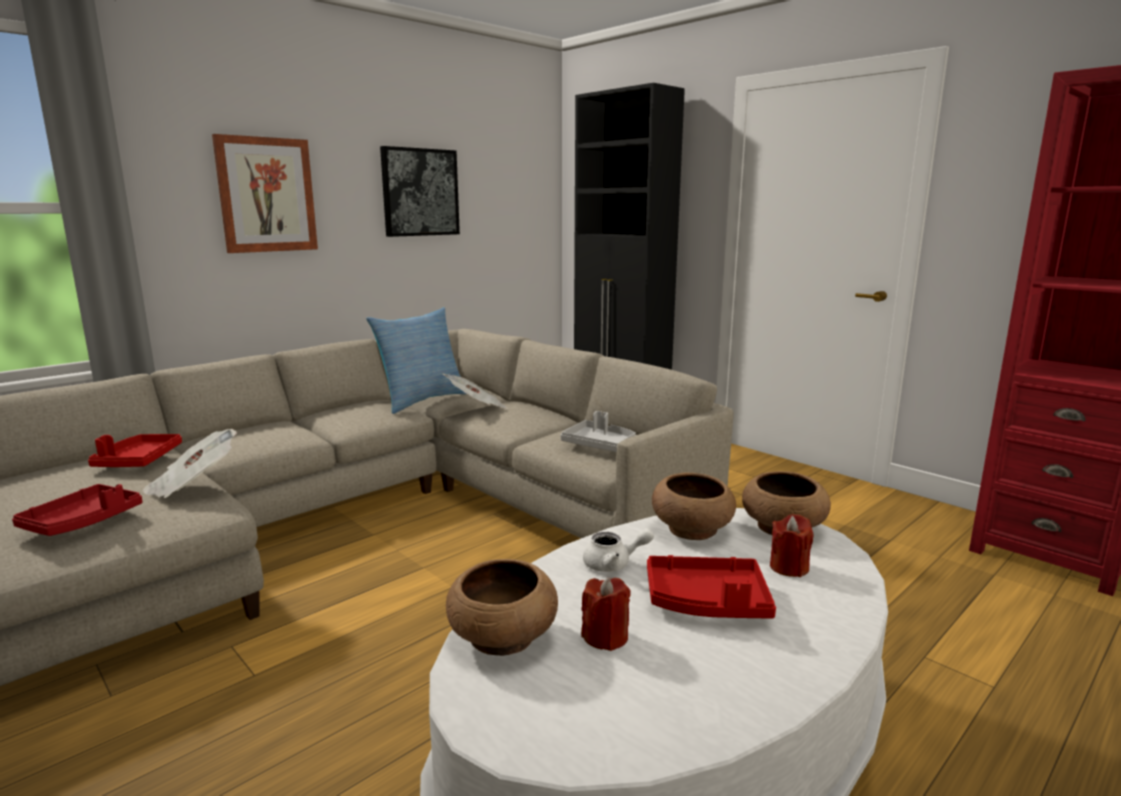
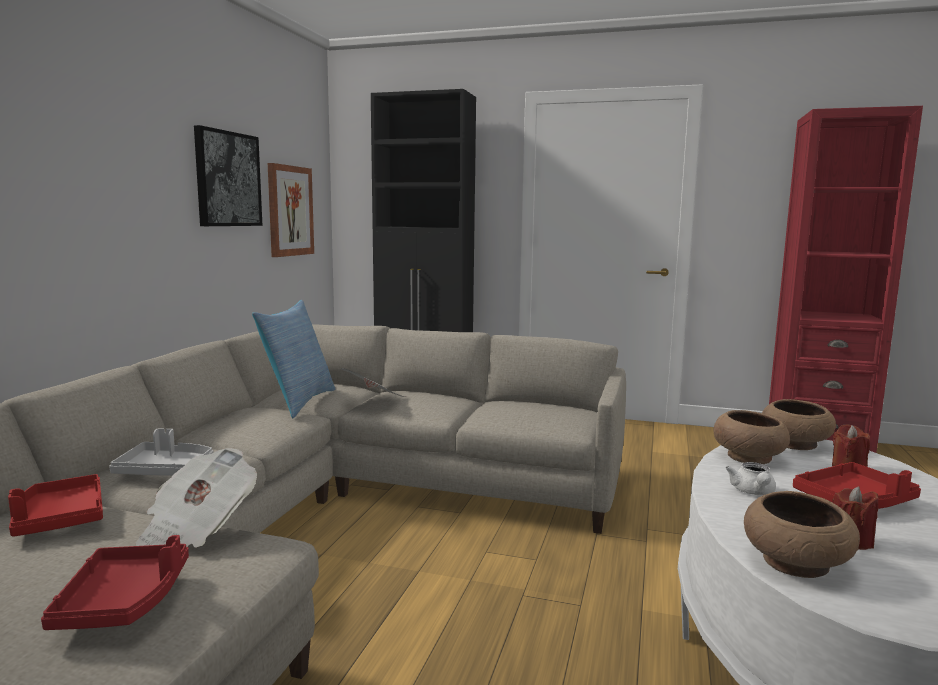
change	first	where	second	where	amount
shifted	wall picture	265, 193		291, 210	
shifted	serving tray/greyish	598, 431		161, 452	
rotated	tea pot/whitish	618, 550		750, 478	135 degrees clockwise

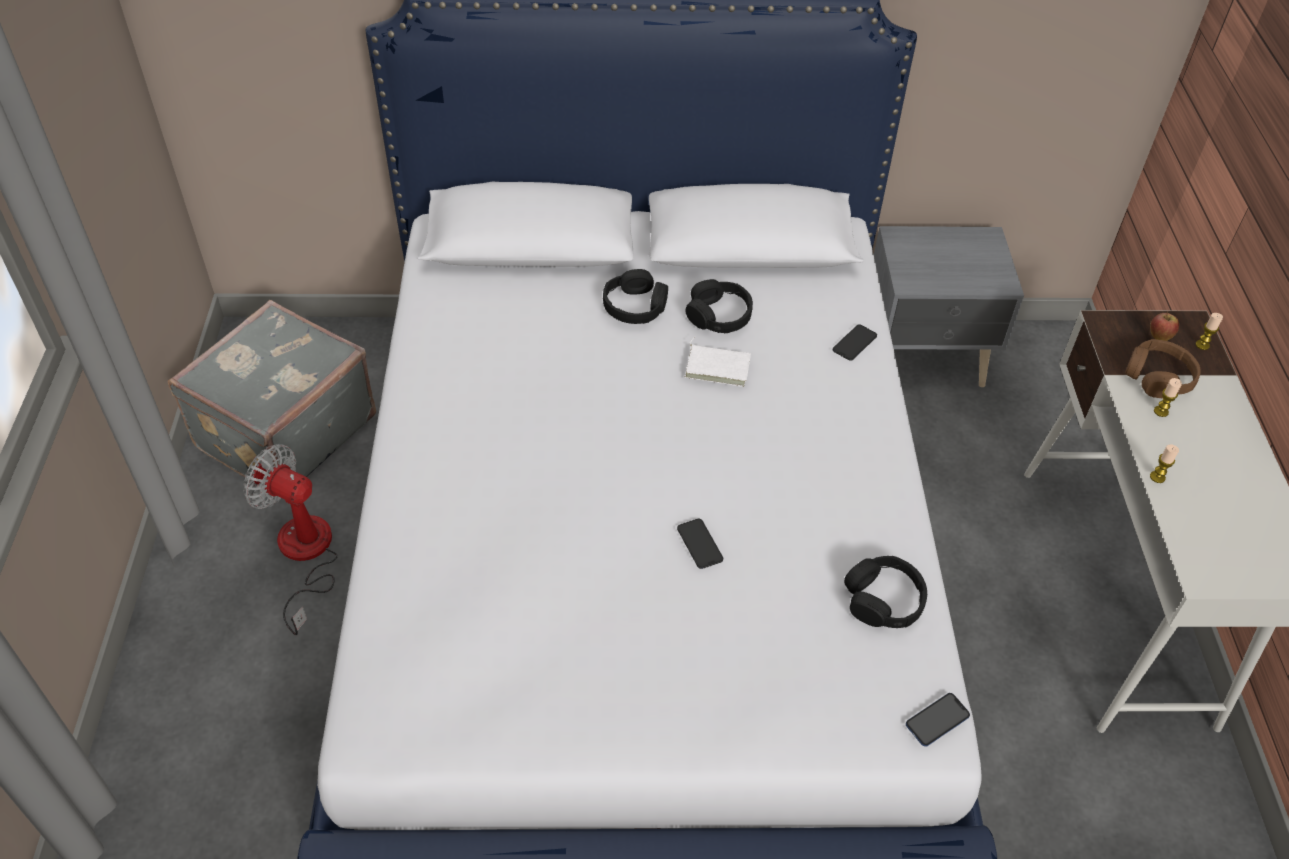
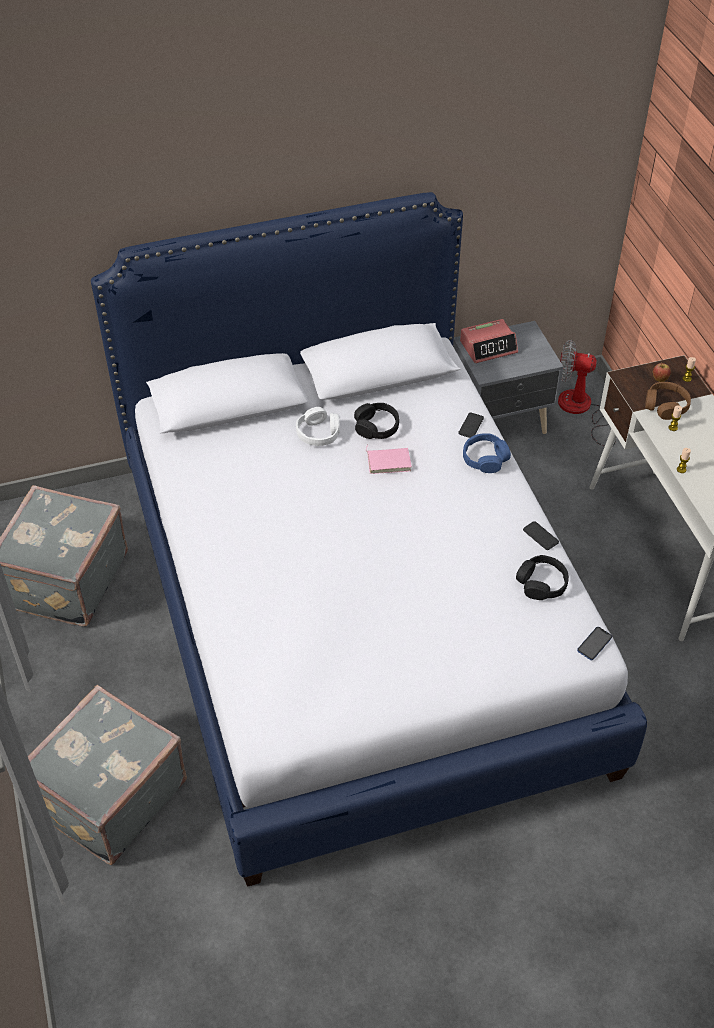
change	first	where	second	where	amount
new			piece of luggage/greyish	107, 775	
new			alarm clock	489, 341	
new			headset/blue-coloured	487, 453	
shifted	fan	290, 539		587, 393	
shifted	phone	700, 543		541, 535	
repainted	headset/blackish	635, 296	headset/whitish	318, 426	
repainted	bound book/whitish	717, 361	bound book/pinkish	389, 459	

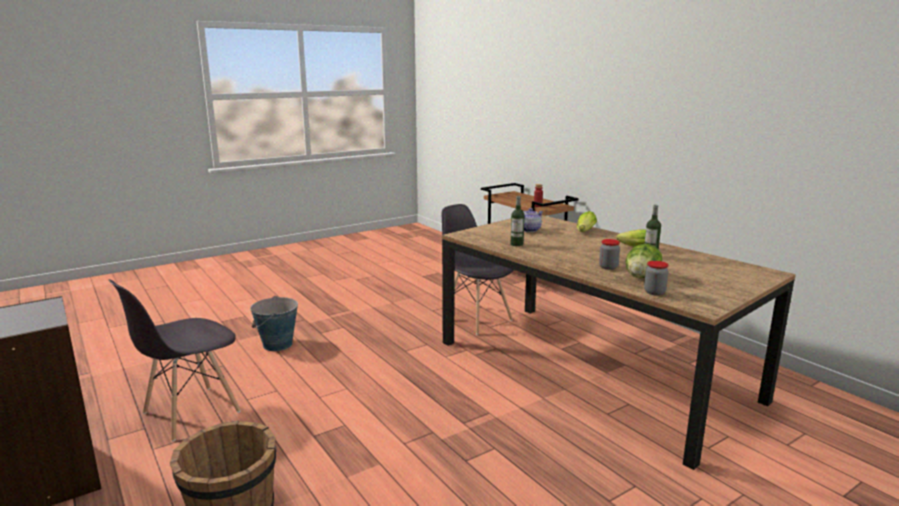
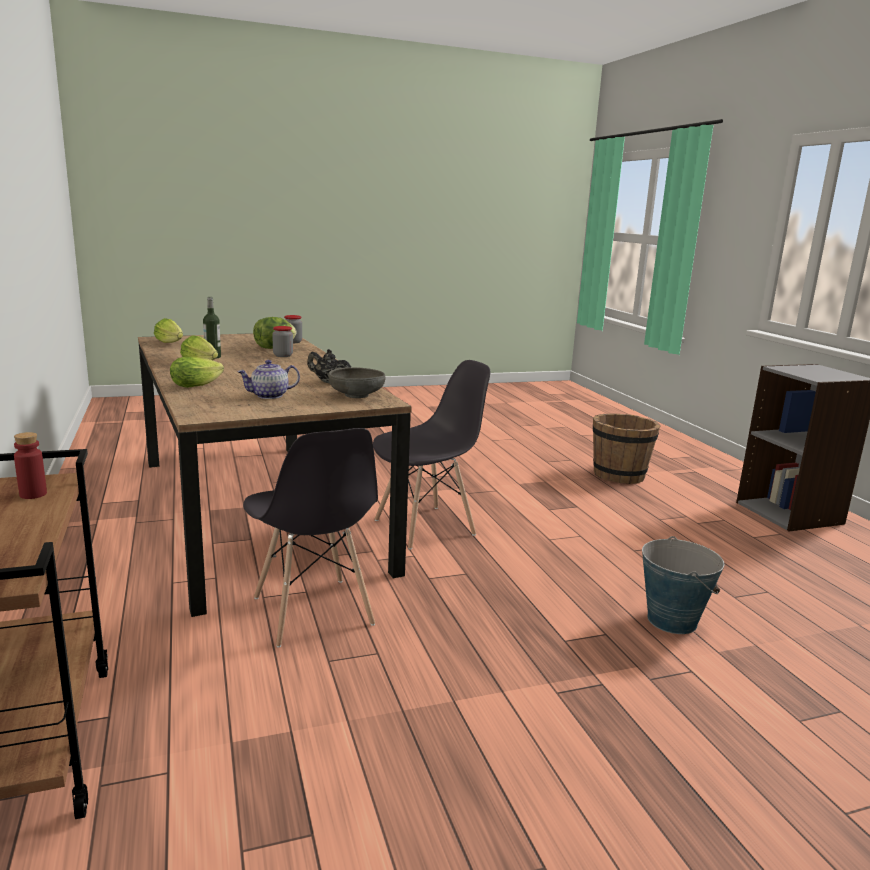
change	first	where	second	where	amount
new			head of lettuce	168, 330	
new			bowl/greyish	356, 382	
shifted	plain chair/greyish	175, 360		431, 455	
swapped	beverage bottle	518, 221	tea pot/blackish	329, 366	

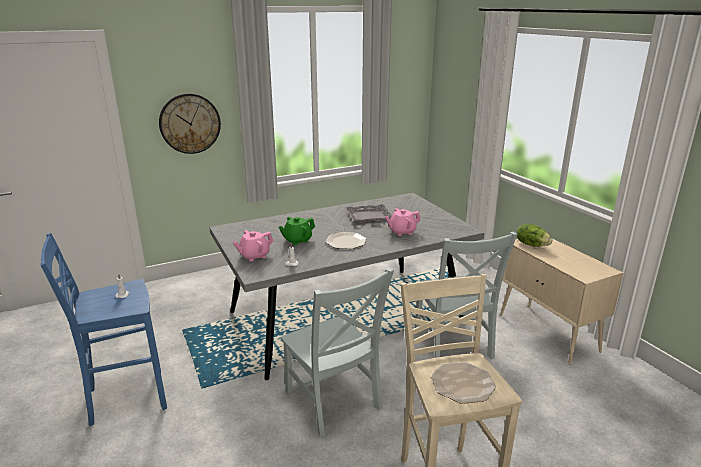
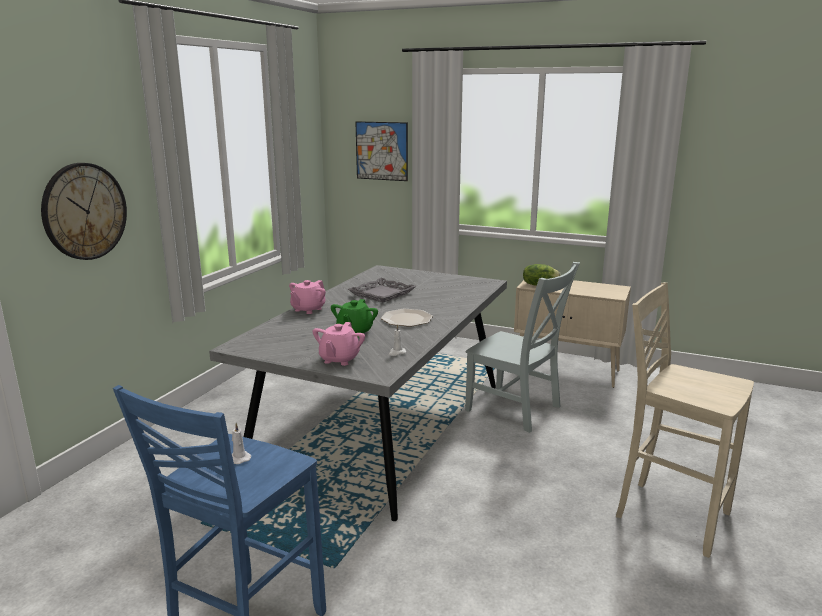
change	first	where	second	where	amount
gone	plain chair/greyish	337, 352			
gone	dinner plate	463, 383			
new			wall picture	381, 151	
shifted	tea pot/pinkish	403, 222		307, 297	

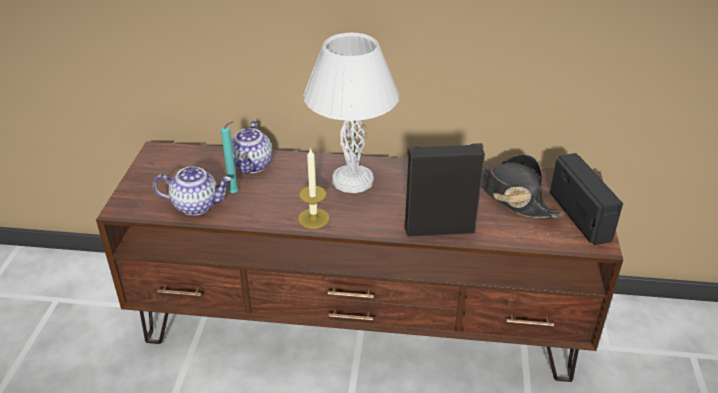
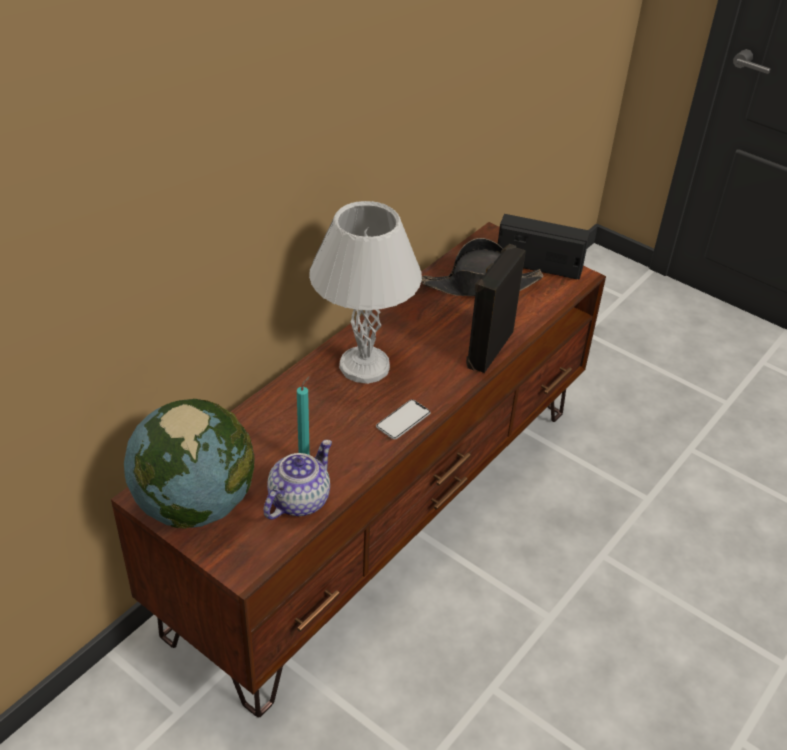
change	first	where	second	where	amount
gone	tea pot	252, 147			
new			globe	189, 463	
swapped	wax candle	313, 188	phone	403, 420	

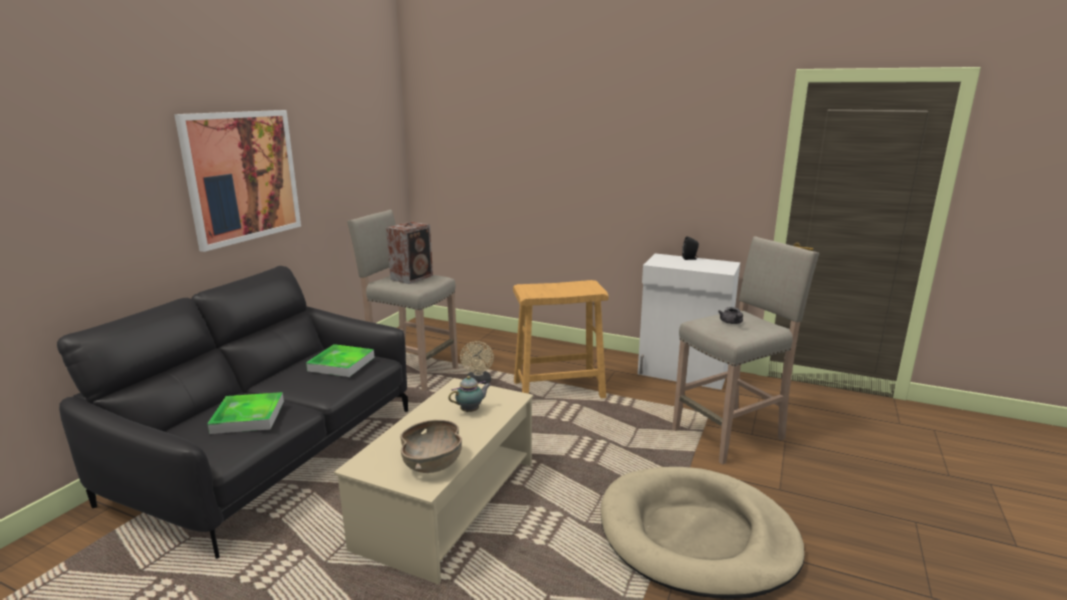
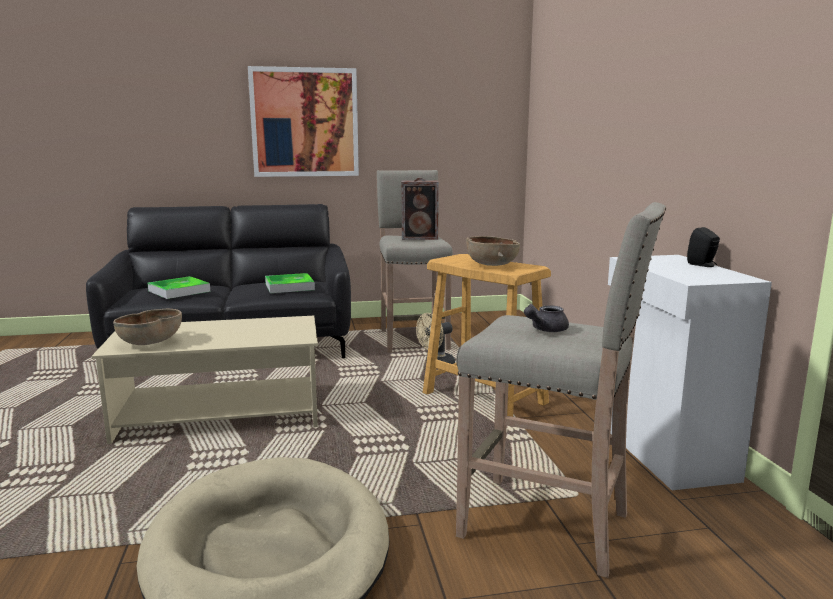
change	first	where	second	where	amount
gone	tea pot	469, 394			
new			bowl/brown-coloured	493, 251	

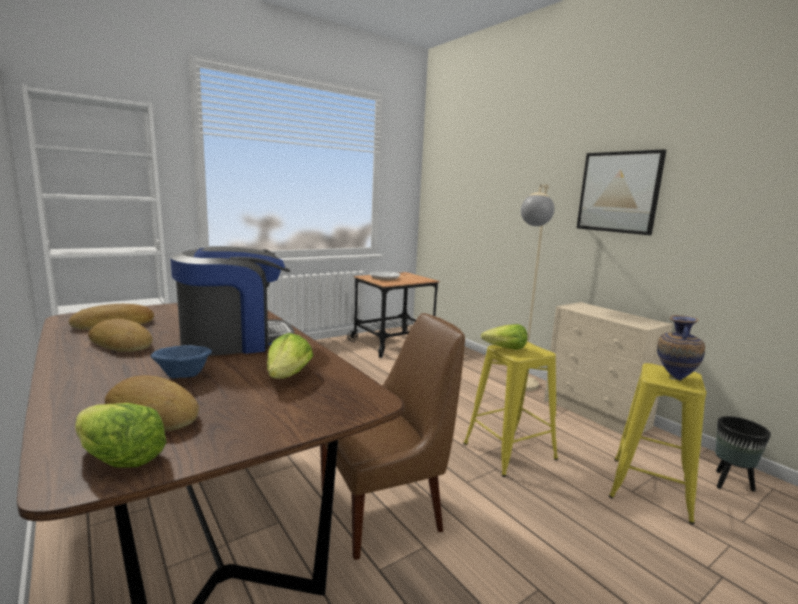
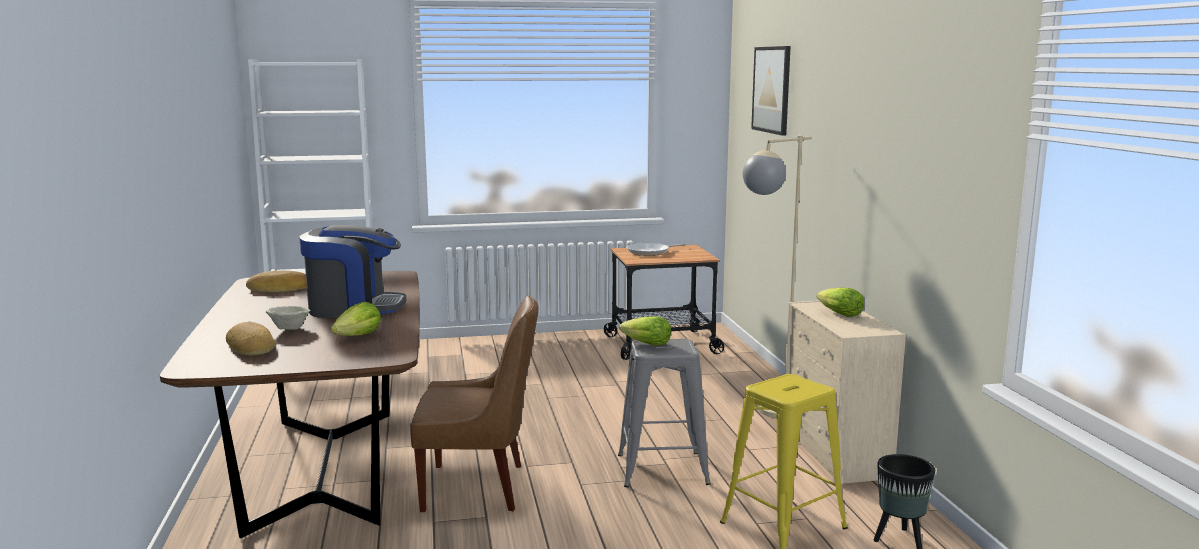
change	first	where	second	where	amount
gone	bread	120, 335			
gone	decorative vase	681, 348			
shifted	head of lettuce	121, 435		840, 302	
shifted	wall picture	621, 192		771, 90	
repainted	bowl/blue-coloured	181, 361	bowl/beige-coloured	288, 318	
repainted	sitting stool/yellowish	510, 409	sitting stool/greyish	664, 413	

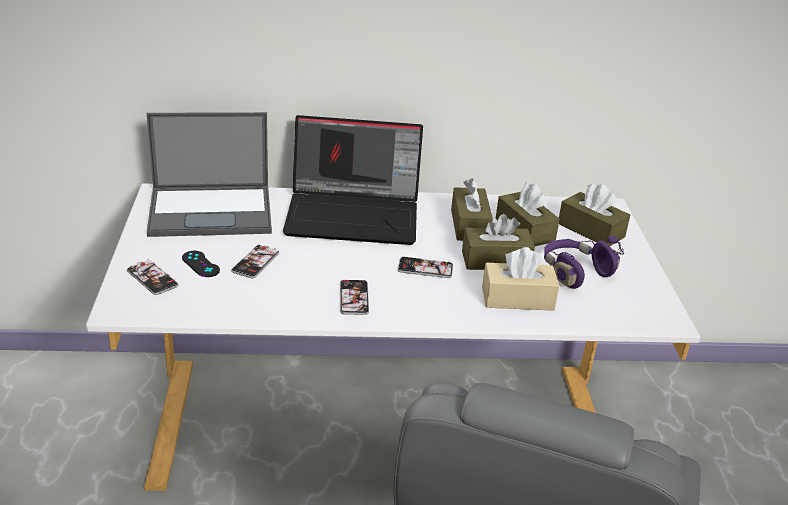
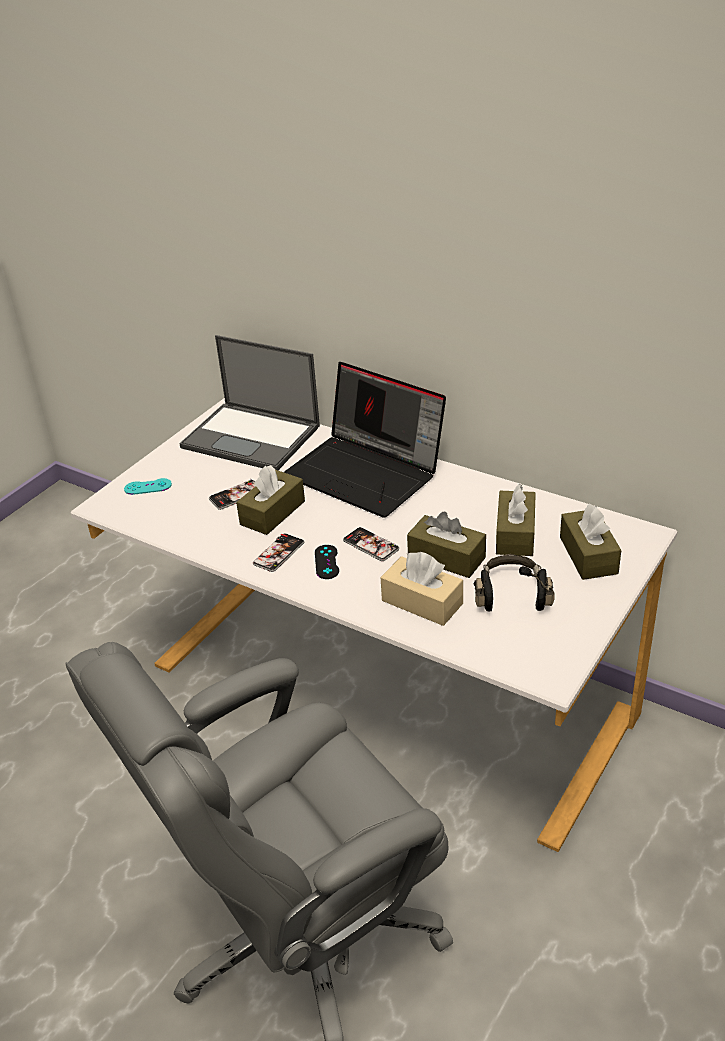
change	first	where	second	where	amount
shifted	game controller/blackish	201, 264		327, 562	
shifted	tissue holder/brown-coloured	472, 209		270, 500	
swapped	phone	152, 277	game controller/blue-green	148, 486	
repainted	headset/purple-coloured	584, 262	headset/blackish	514, 582	

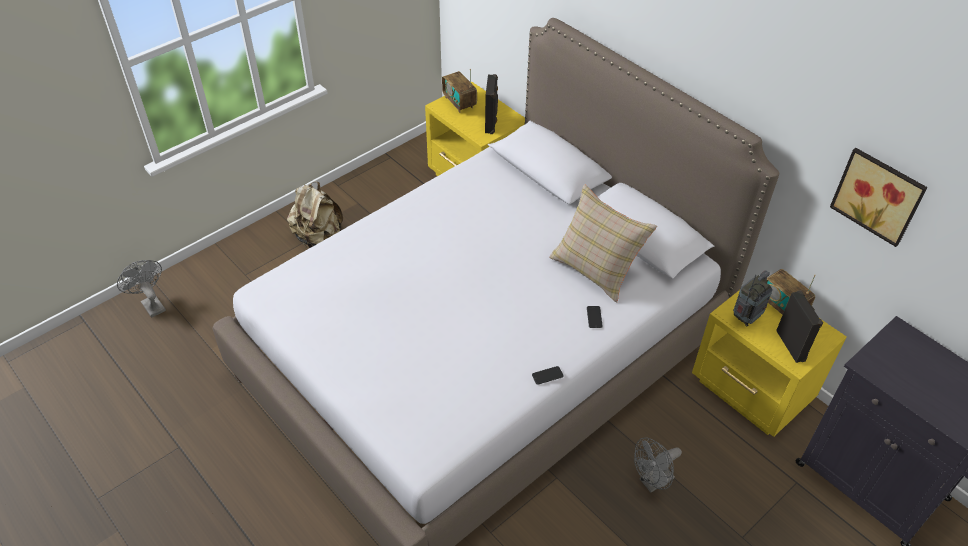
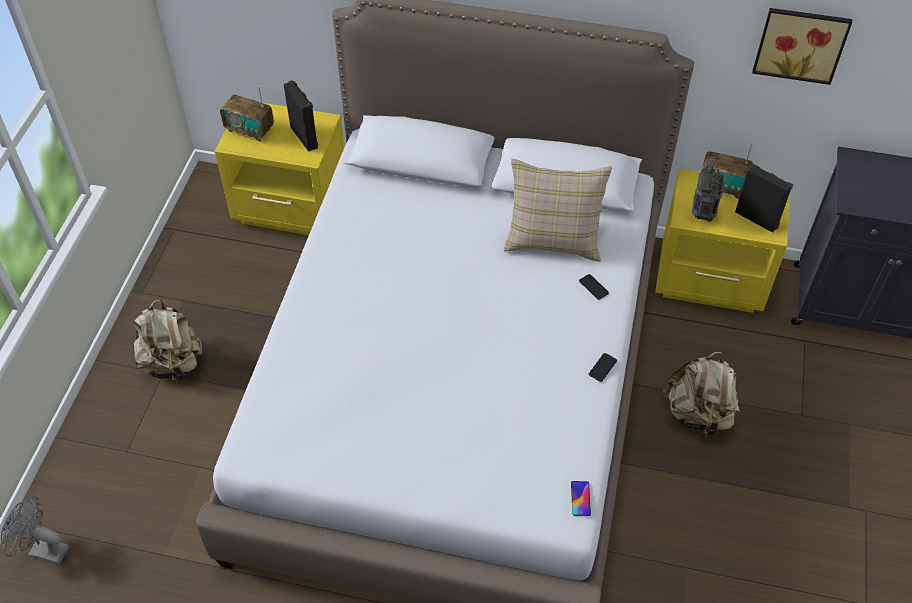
change	first	where	second	where	amount
new			phone	581, 498	
swapped	fan/greyish	658, 465	backpack/beige-coloured	701, 394	

